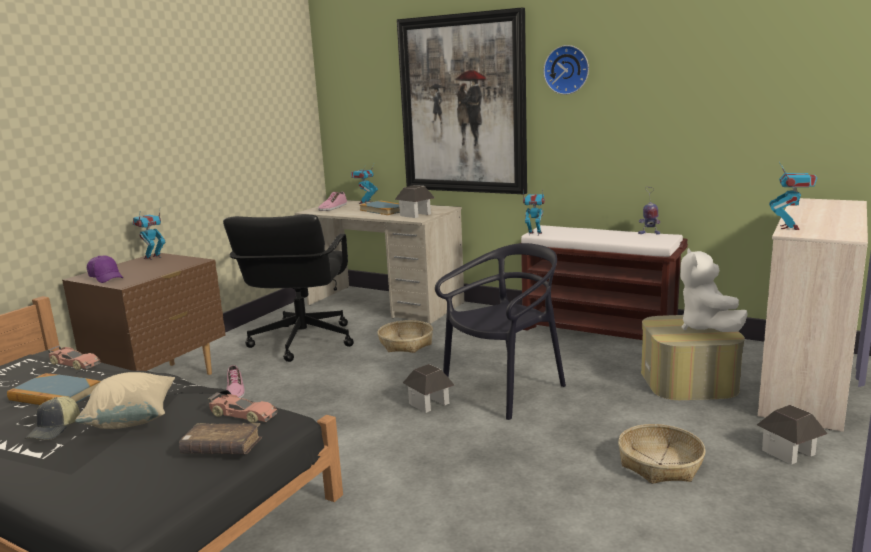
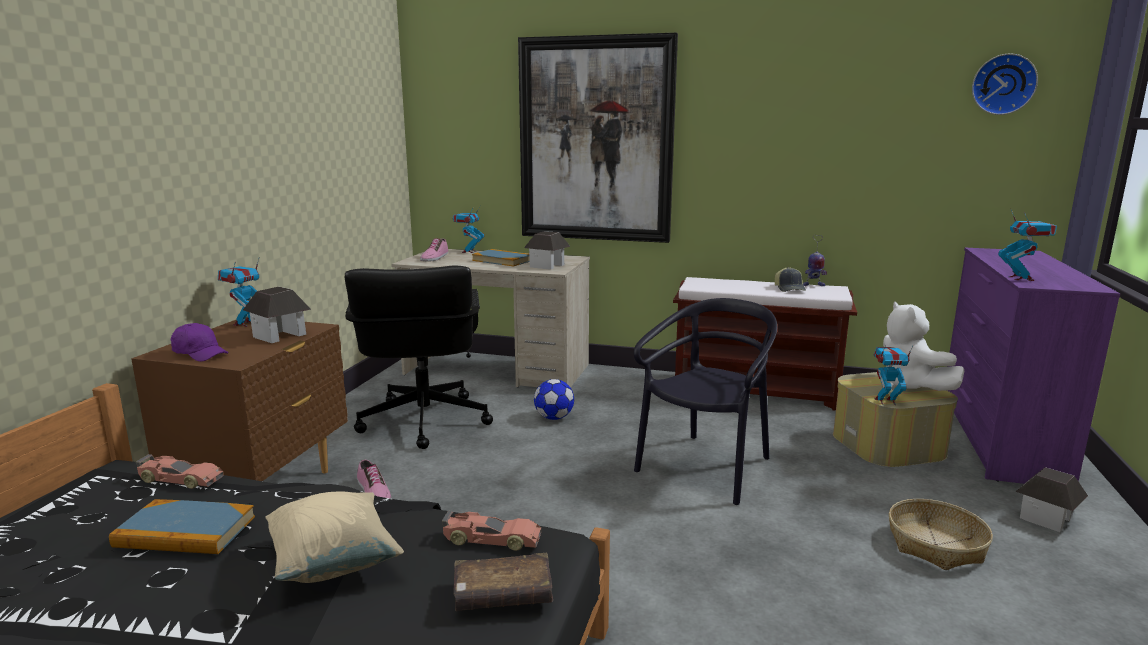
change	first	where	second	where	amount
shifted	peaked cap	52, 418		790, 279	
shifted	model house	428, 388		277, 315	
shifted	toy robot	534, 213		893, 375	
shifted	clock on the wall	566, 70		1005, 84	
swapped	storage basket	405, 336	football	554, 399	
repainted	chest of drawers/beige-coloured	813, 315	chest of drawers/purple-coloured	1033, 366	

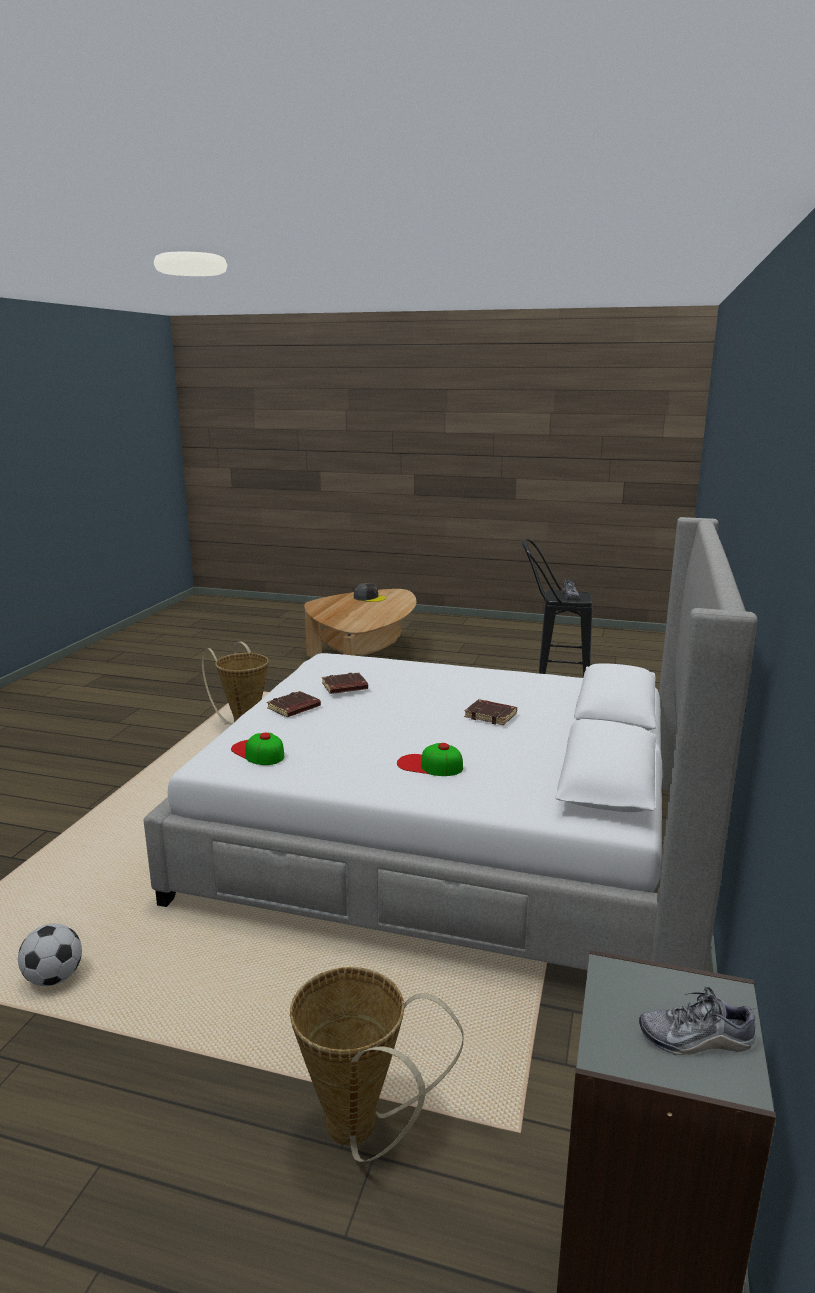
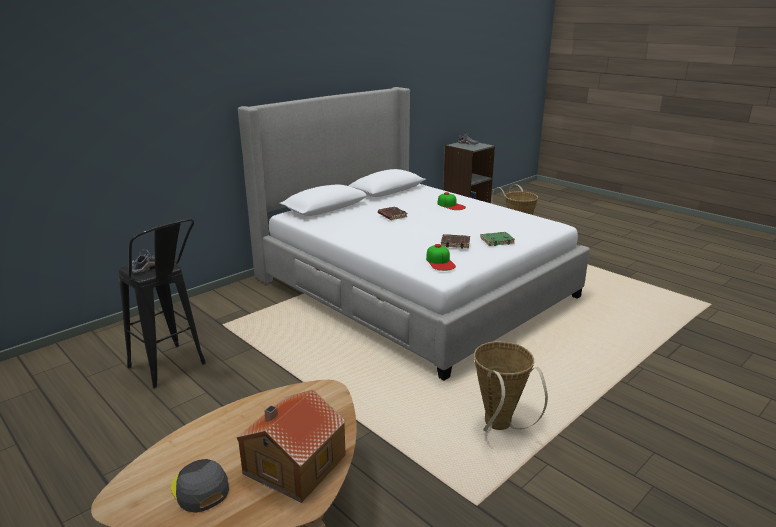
change	first	where	second	where	amount
gone	football	50, 955			
new			model house	291, 446	
shifted	peaked cap	257, 749		441, 257	
repainted	bound book/brown-coloured	294, 704	bound book/greenish	497, 239	

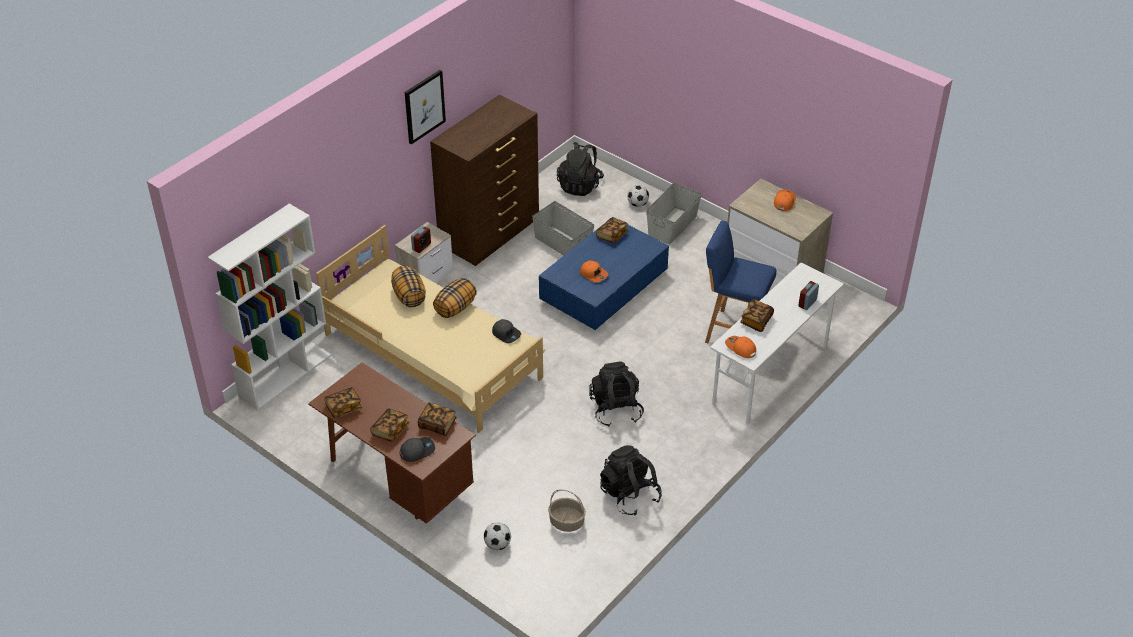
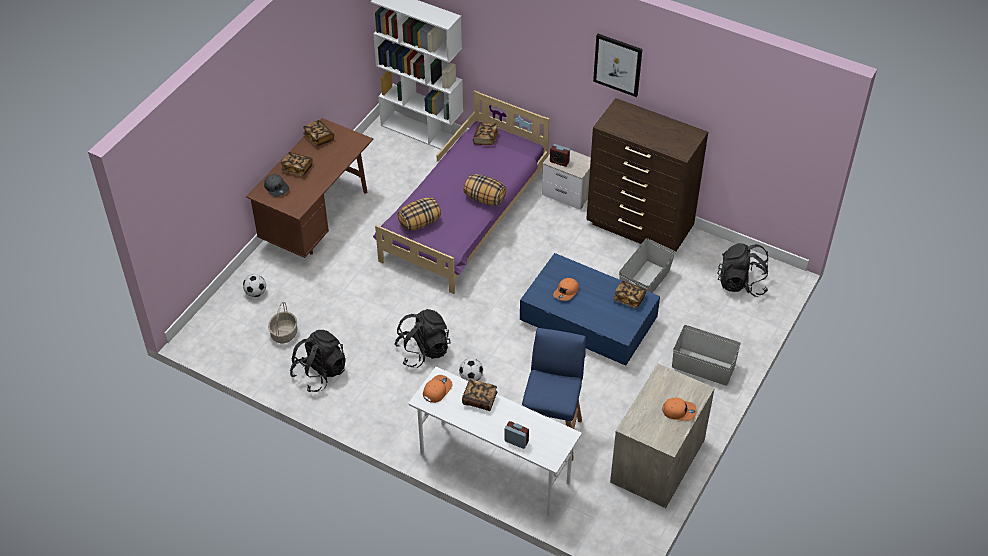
change	first	where	second	where	amount
gone	peaked cap/greyish	506, 331			
shifted	pillow	408, 286		419, 214	
shifted	bound book	437, 419		486, 133	
shifted	football	638, 196		471, 369	
repainted	bedroom bed/beige-coloured	430, 329	bedroom bed/purple-coloured	461, 192	

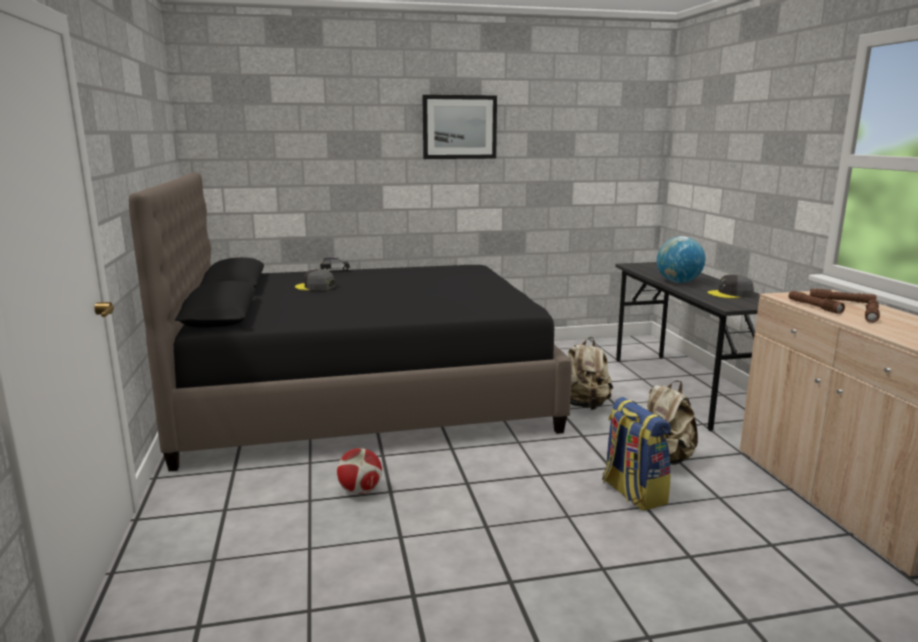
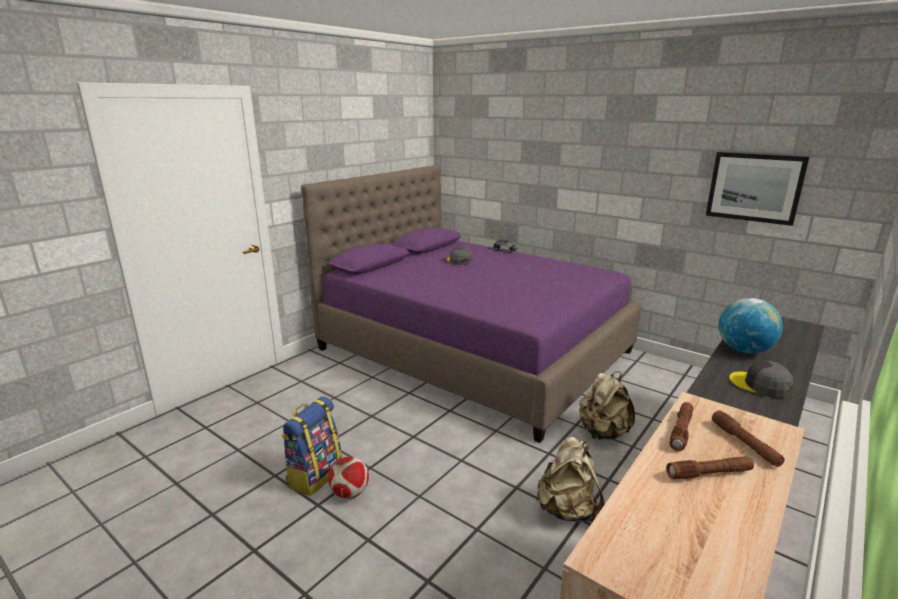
change	first	where	second	where	amount
shifted	football	359, 471		348, 478	
shifted	wall picture	459, 127		757, 189	
shifted	backpack	636, 454		312, 446	
repainted	bedroom bed/blackish	350, 321	bedroom bed/purple-coloured	471, 304	

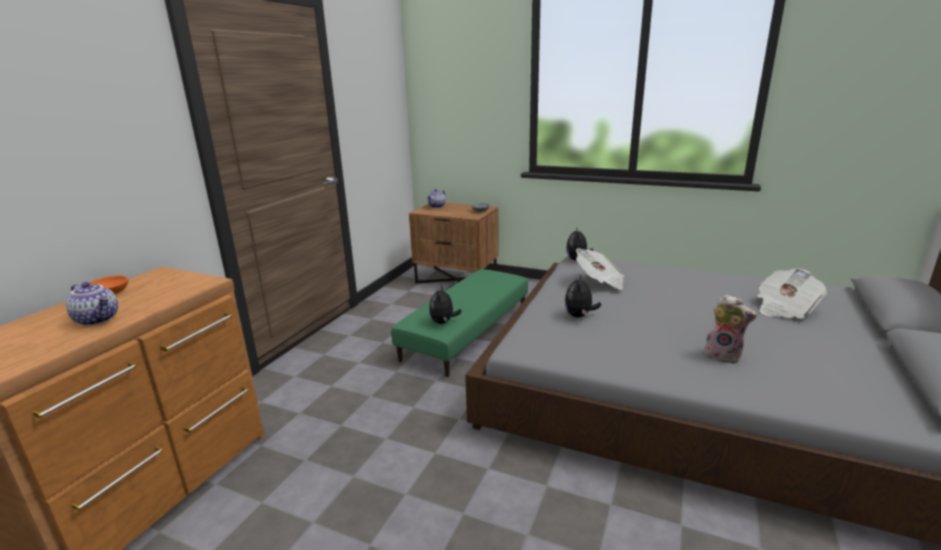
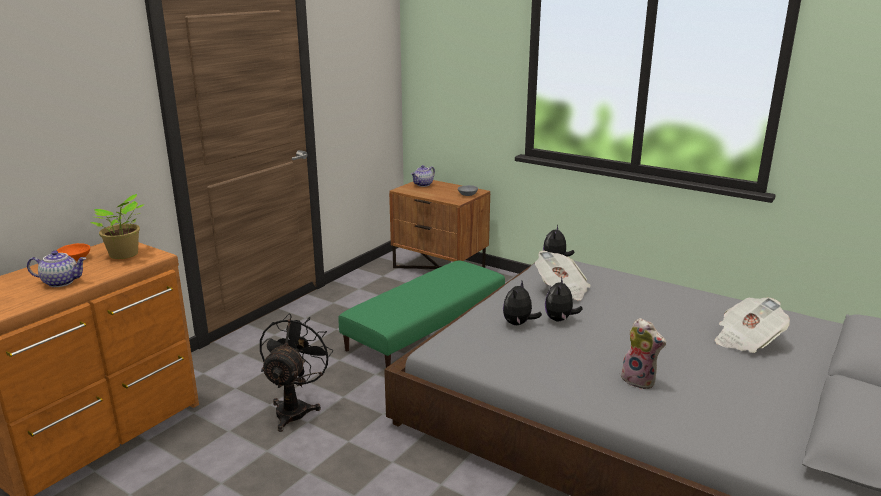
change	first	where	second	where	amount
new			houseplant	117, 226	
new			fan/blackish	296, 373	
shifted	plush toy	445, 304		564, 298	
rotated	tea pot	92, 304		56, 268	45 degrees counterclockwise

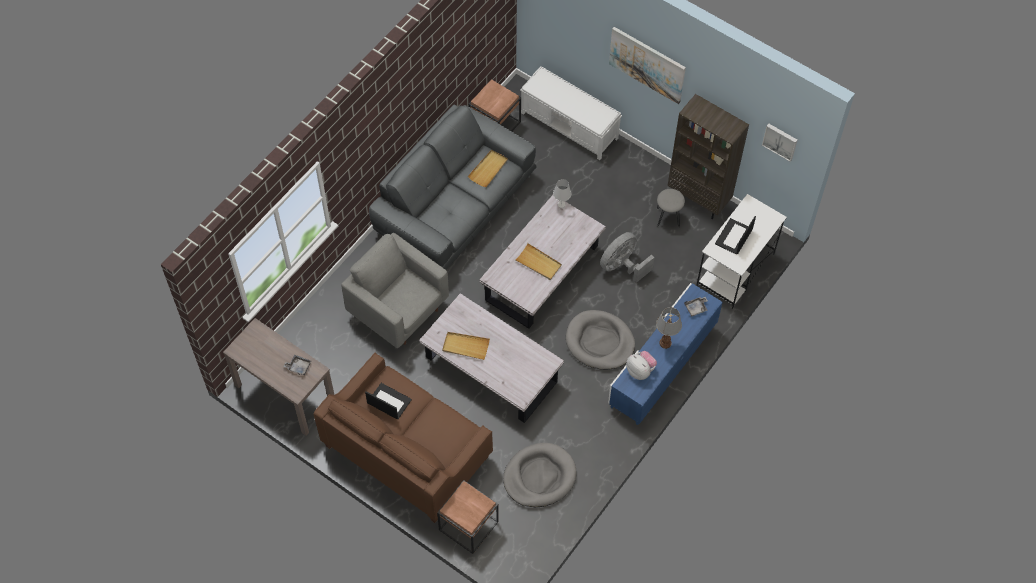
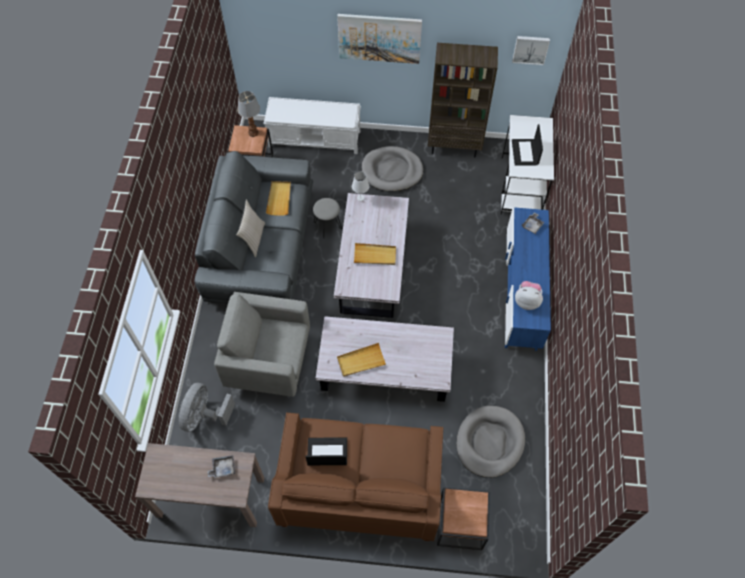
change	first	where	second	where	amount
new			pillow/beige-coloured	250, 228	
shifted	dog bed/greyish	600, 340		392, 169	
shifted	fan/greyish	627, 257		207, 407	
shifted	table lamp	669, 328		248, 114	
shifted	sitting stool/greyish	671, 208		327, 218	

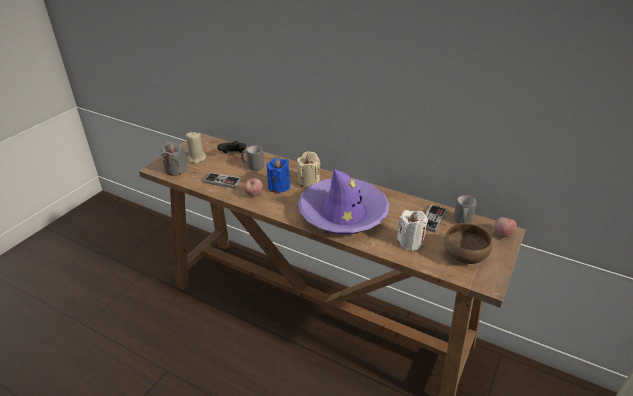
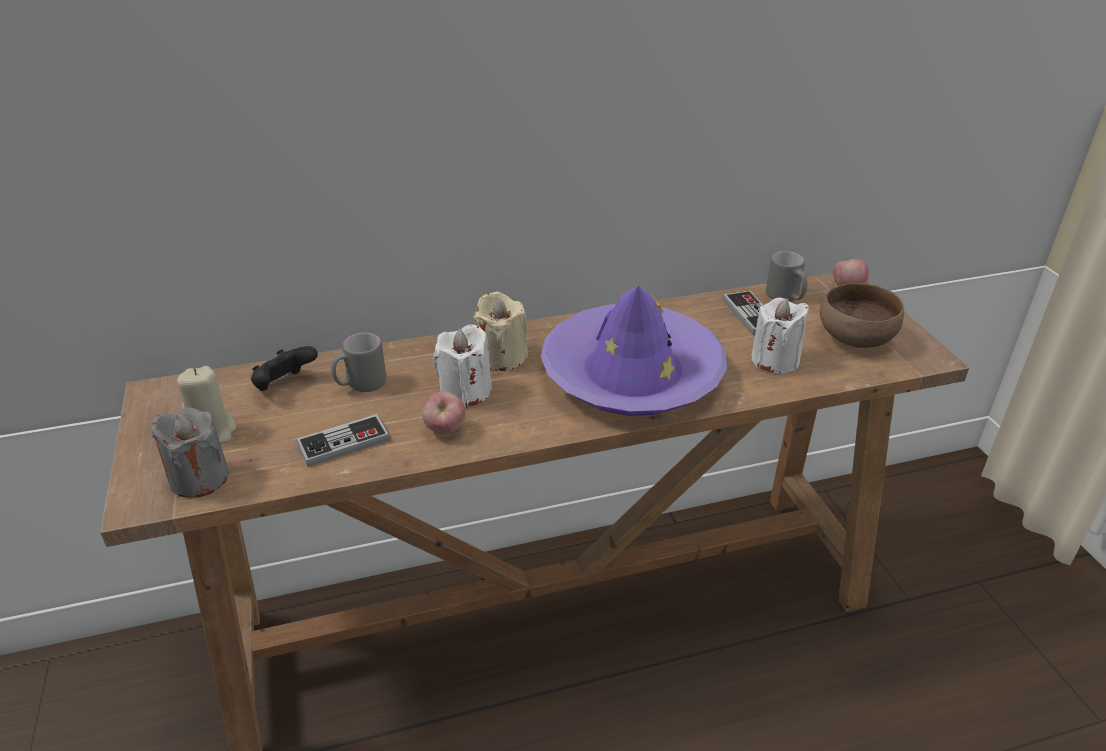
change	first	where	second	where	amount
repainted	wax candle/blue-coloured	278, 175	wax candle/whitish	462, 366	

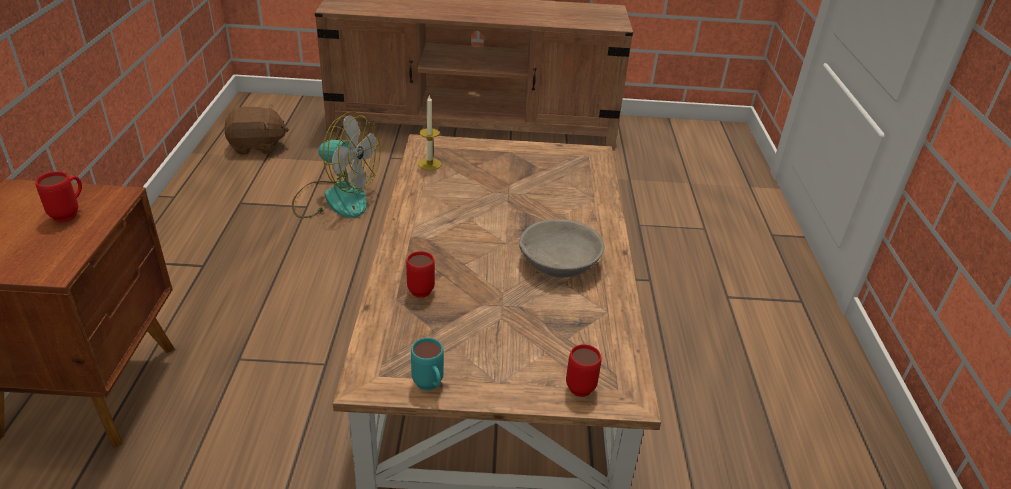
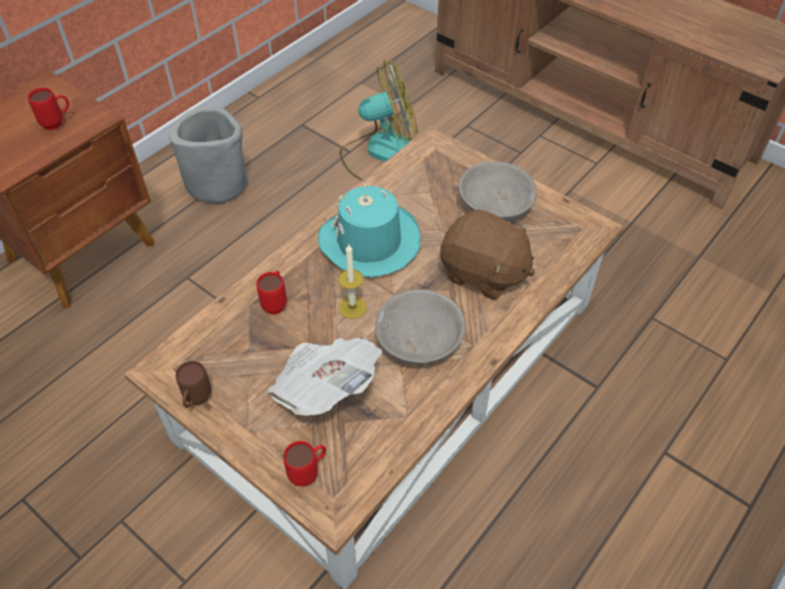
change	first	where	second	where	amount
new			planter/greyish	208, 154	
new			printed paper	324, 376	
new			wearable hat/blue-green	369, 230	
new			bowl/greyish	498, 191	
shifted	plush toy/brown-coloured	256, 130		487, 254	
shifted	wax candle	429, 132		352, 281	
repainted	mug/blue-green	427, 364	mug/brown-coloured	193, 384	
rotated	fan	336, 165		378, 120	75 degrees counterclockwise

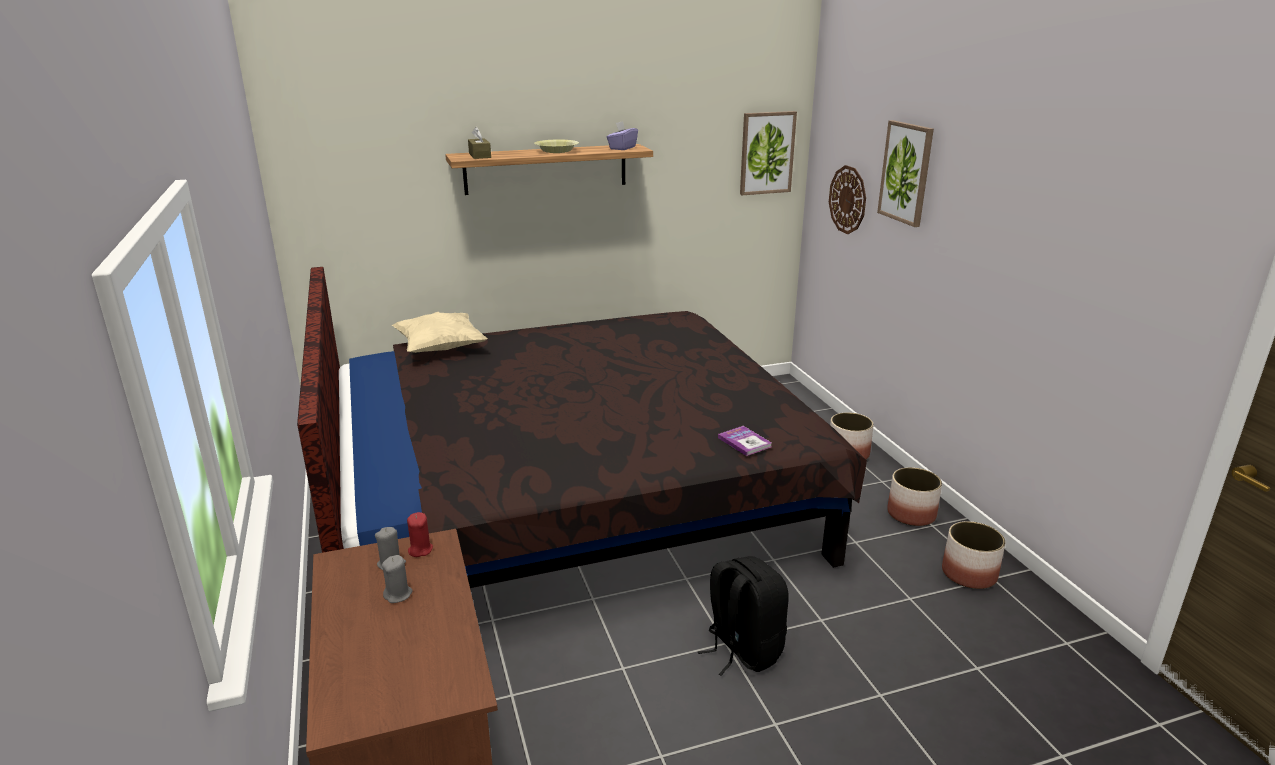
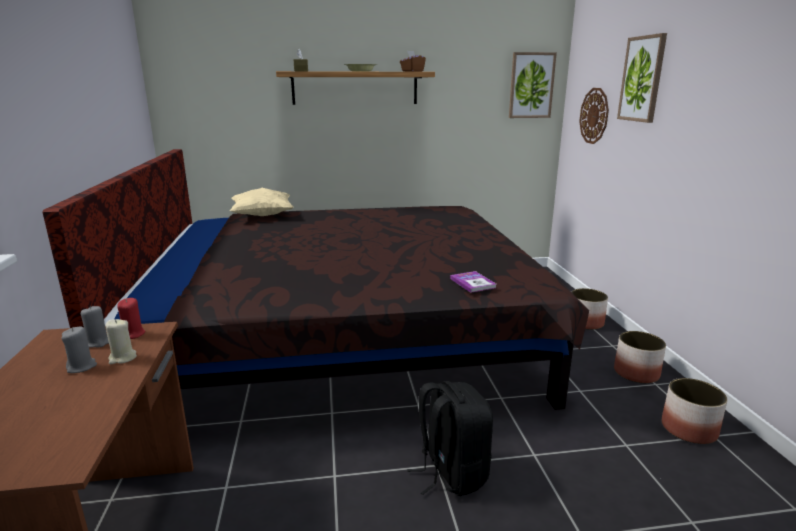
change	first	where	second	where	amount
new			wax candle/beige-coloured	121, 341	
repainted	tissue holder/purple-coloured	622, 135	tissue holder/brown-coloured	413, 61	

